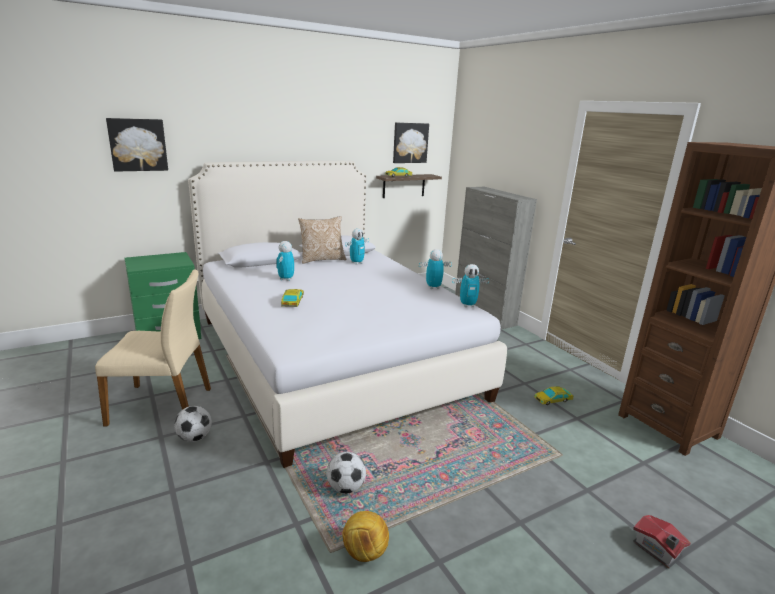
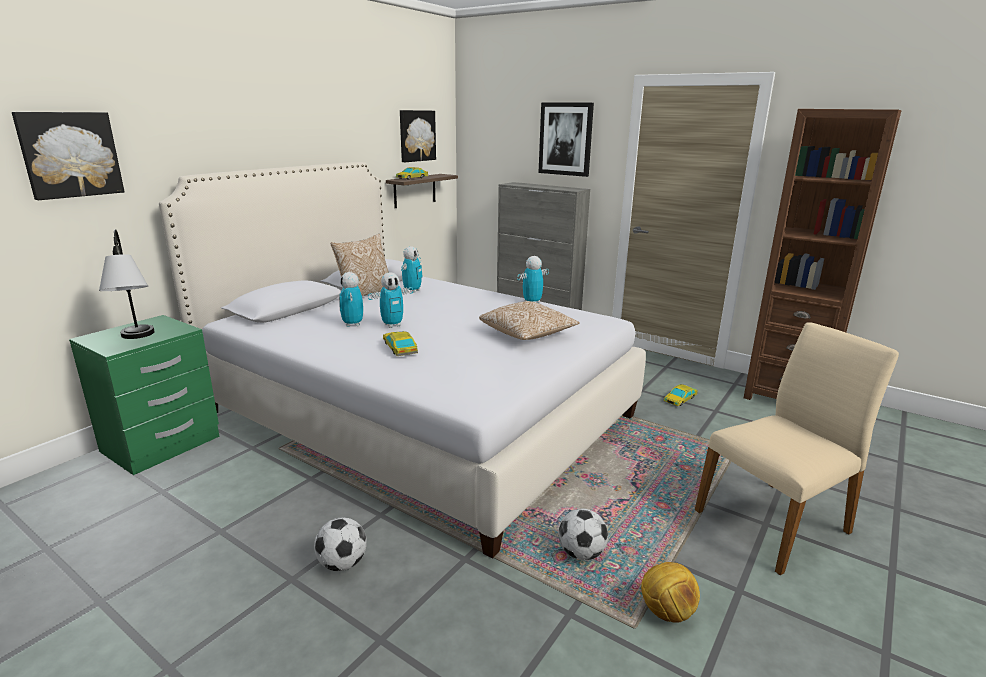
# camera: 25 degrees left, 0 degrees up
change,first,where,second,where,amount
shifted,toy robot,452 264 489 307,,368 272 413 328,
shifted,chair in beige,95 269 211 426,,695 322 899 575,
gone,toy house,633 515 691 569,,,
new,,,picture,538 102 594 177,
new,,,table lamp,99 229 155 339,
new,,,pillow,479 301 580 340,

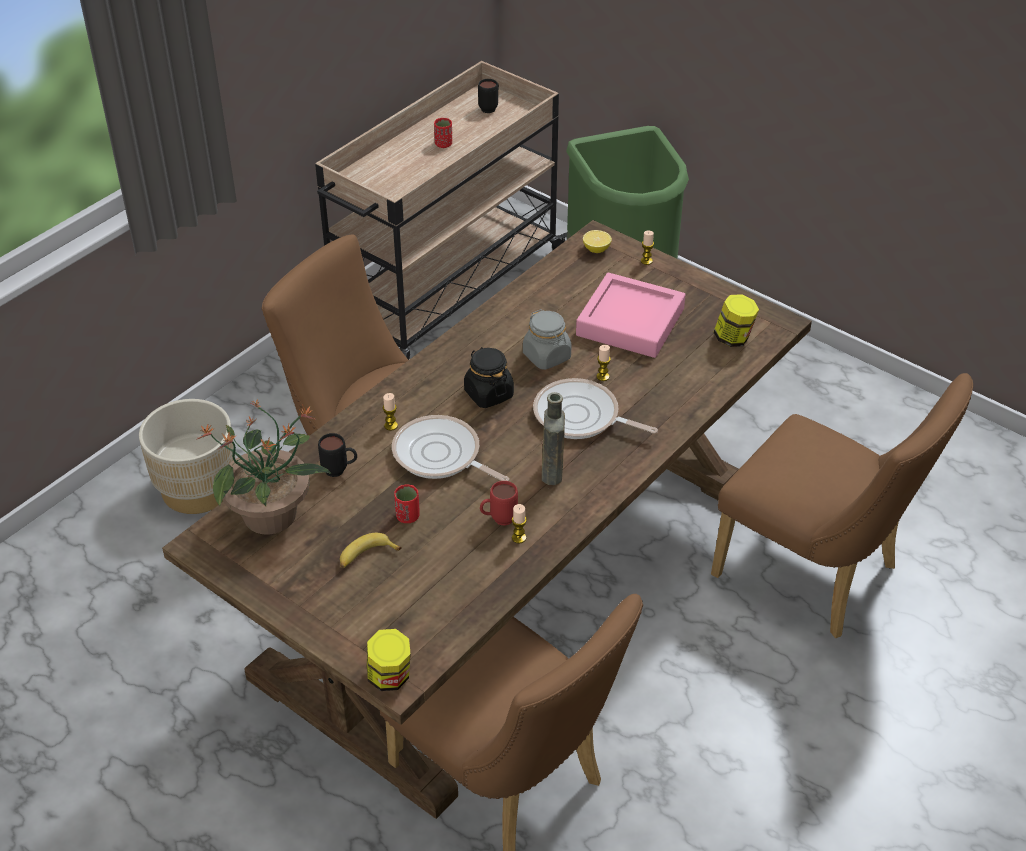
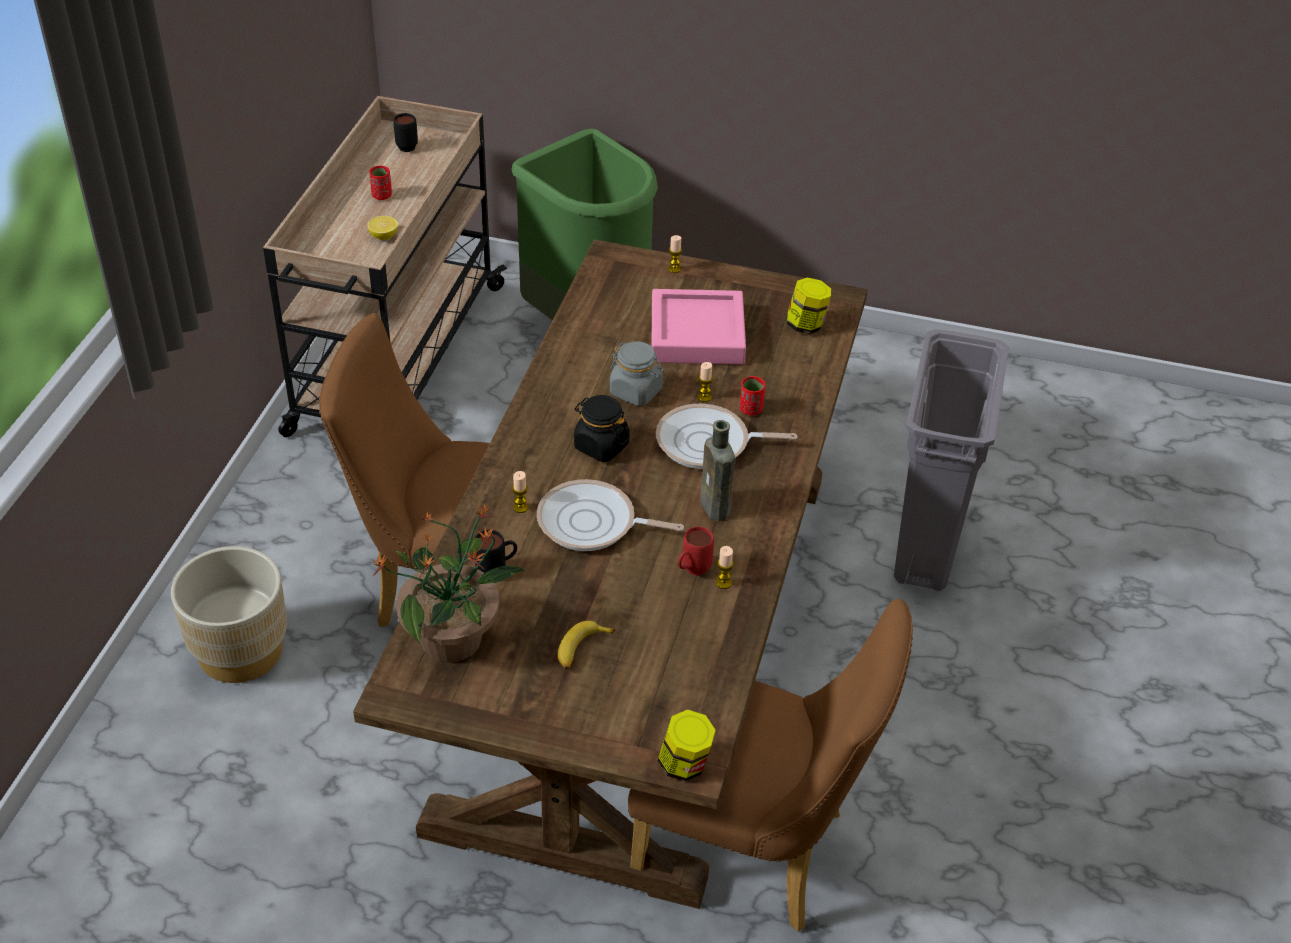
# camera: 25 degrees left, 0 degrees up
change,first,where,second,where,amount
shifted,lemon,583 230 612 253,,367 216 398 240,
swapped,chair in brown,711 373 973 638,trash can in grey,894 329 1009 591,
shifted,cup in red,394 485 420 523,,740 376 765 415,

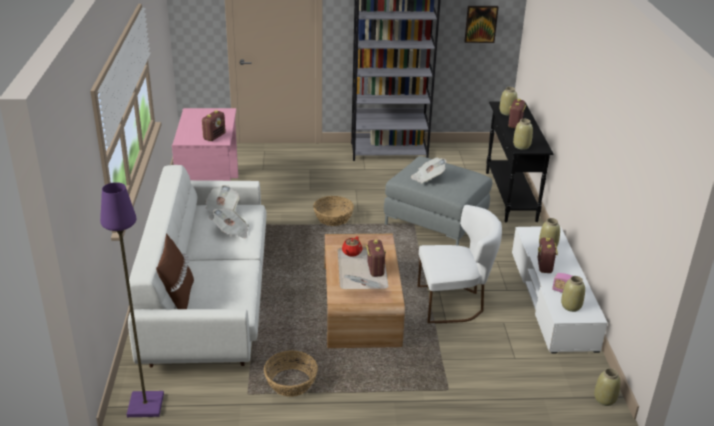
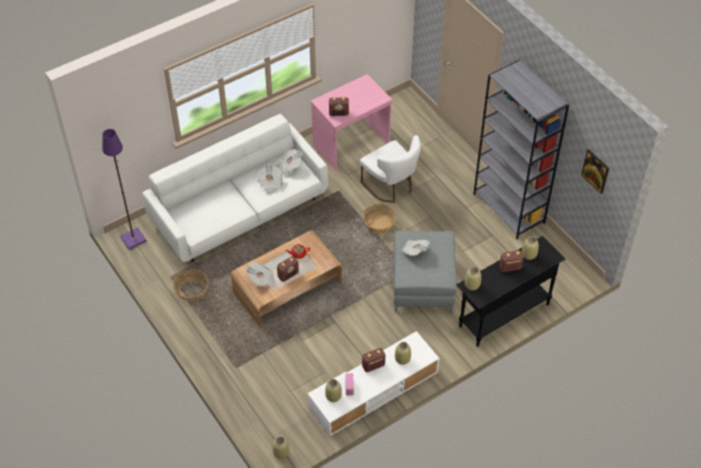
# camera: 60 degrees right, 20 degrees up
change,first,where,second,where,amount
shifted,chair in white,418 205 502 323,,360 135 421 203,
gone,pillow in brown,156 234 194 309,,,

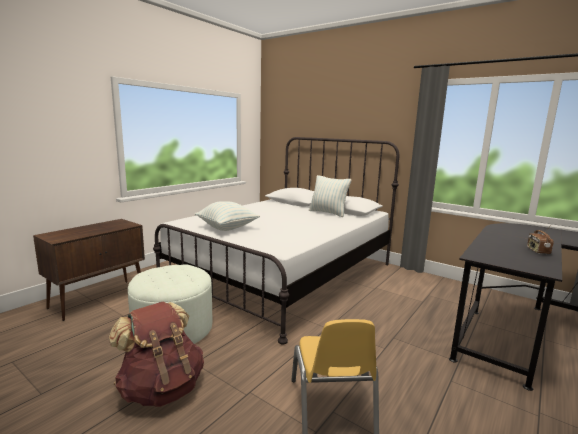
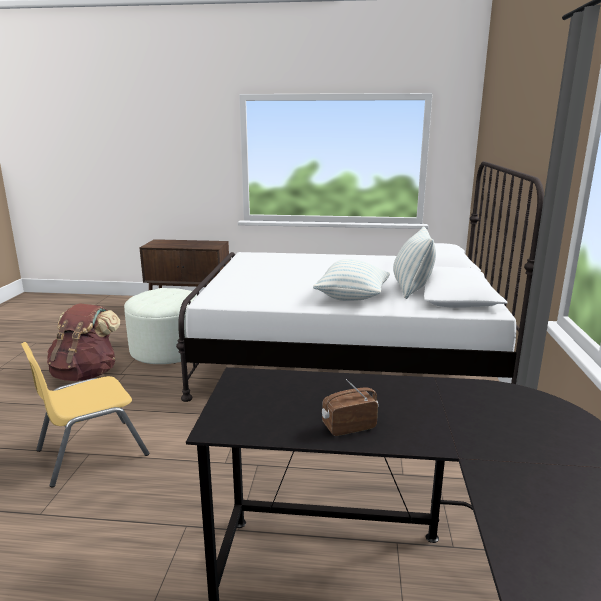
# camera: 60 degrees right, 5 degrees up
change,first,where,second,where,amount
shifted,pillow,194 201 260 231,,313 259 390 301,

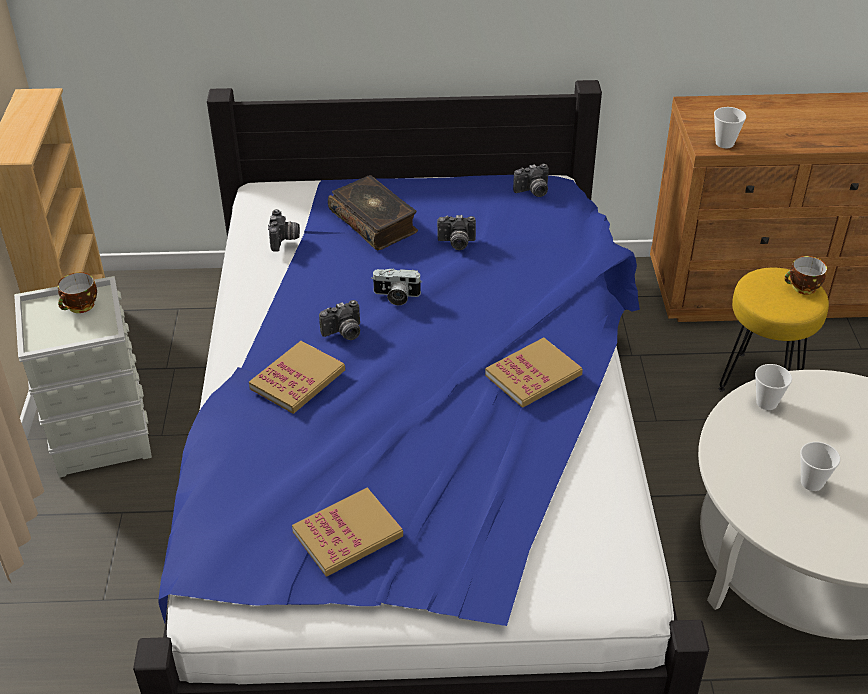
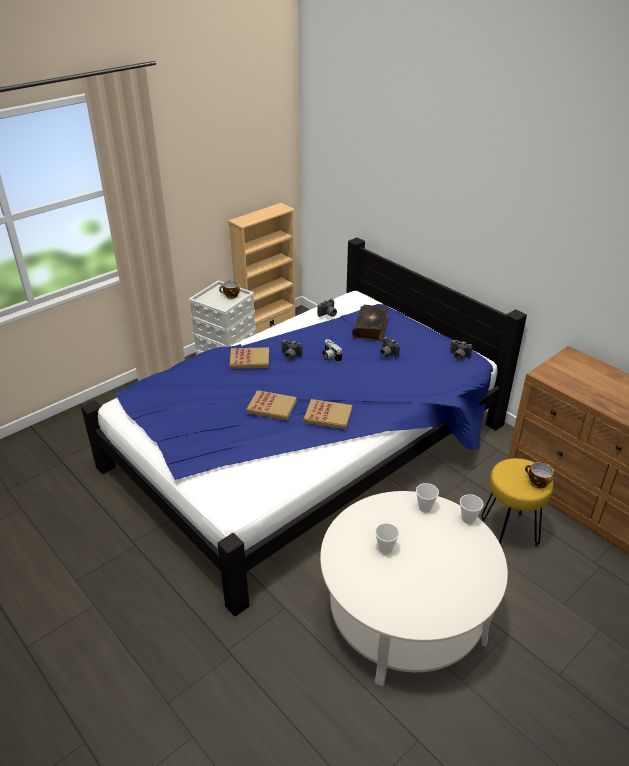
# camera: 50 degrees right, 5 degrees down
change,first,where,second,where,amount
shifted,cup,714 107 746 148,,460 494 484 524,
shifted,book,292 488 403 576,,246 390 297 421,

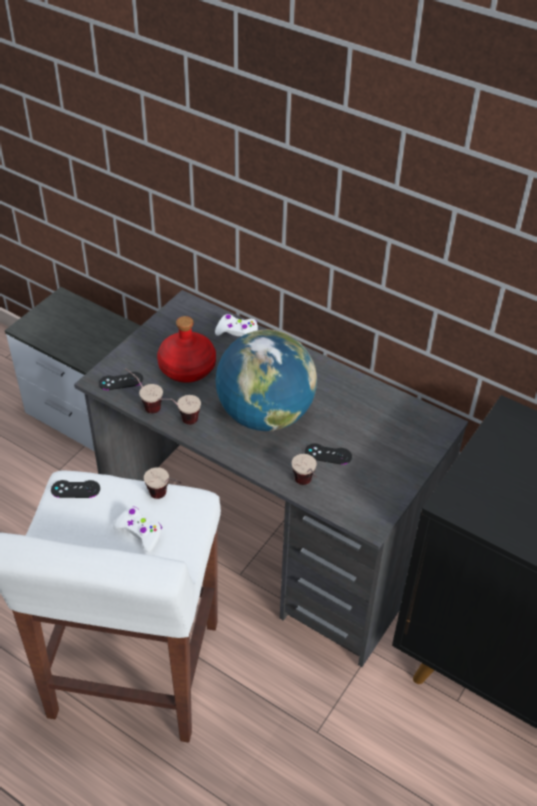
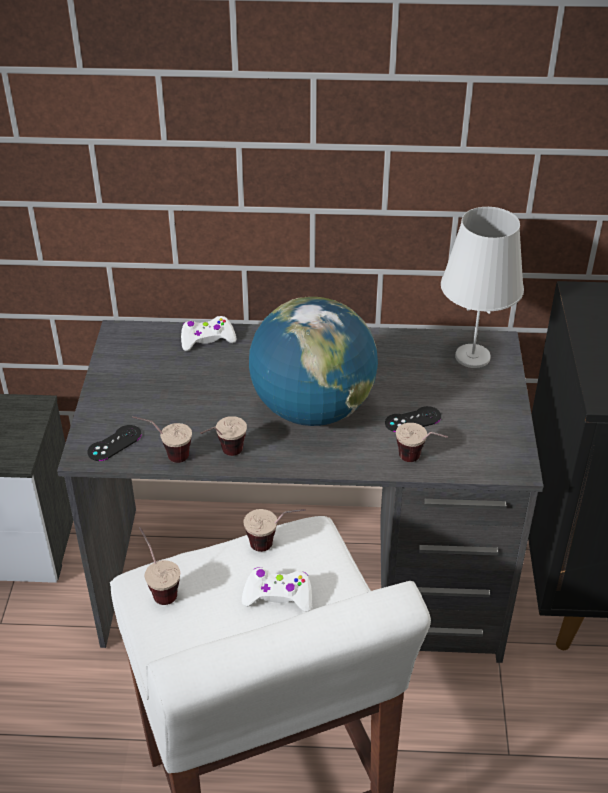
# camera: 30 degrees left, 5 degrees down
change,first,where,second,where,amount
gone,bottle in red,157 316 216 383,,,
swapped,game controller in black,51 480 100 498,cup,139 527 180 605,
new,,,table lamp in white,441 207 524 368,

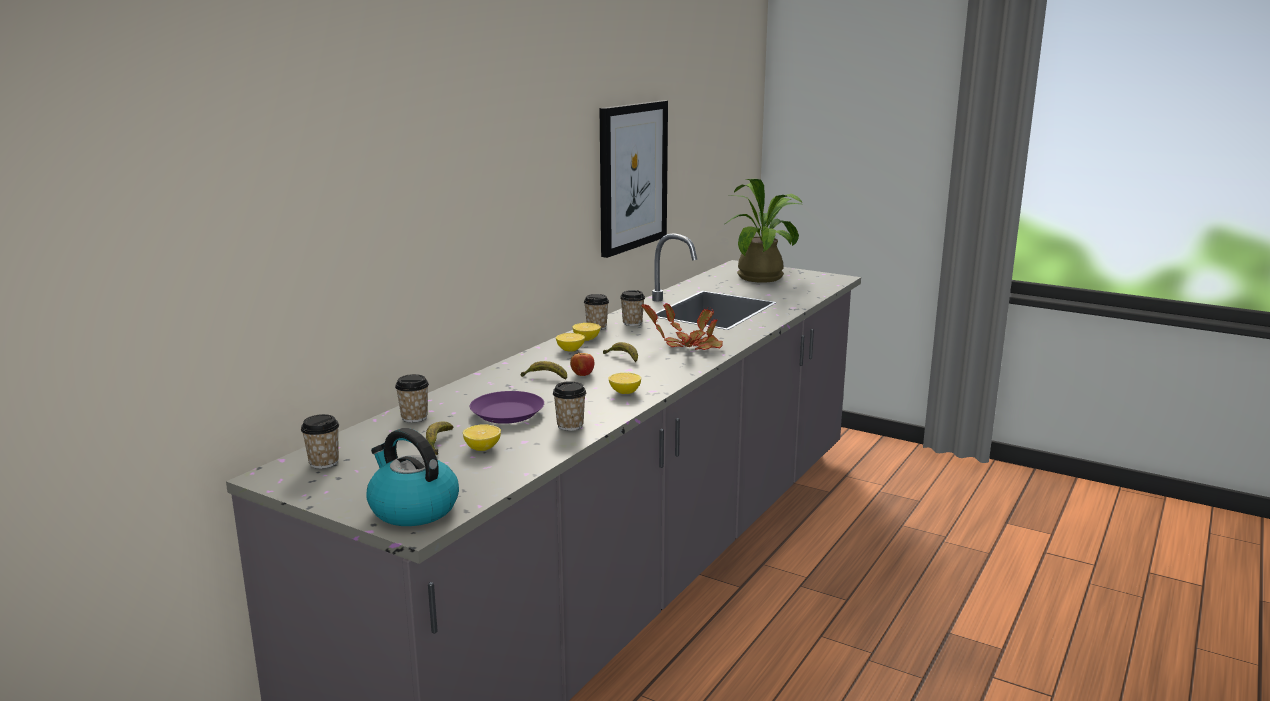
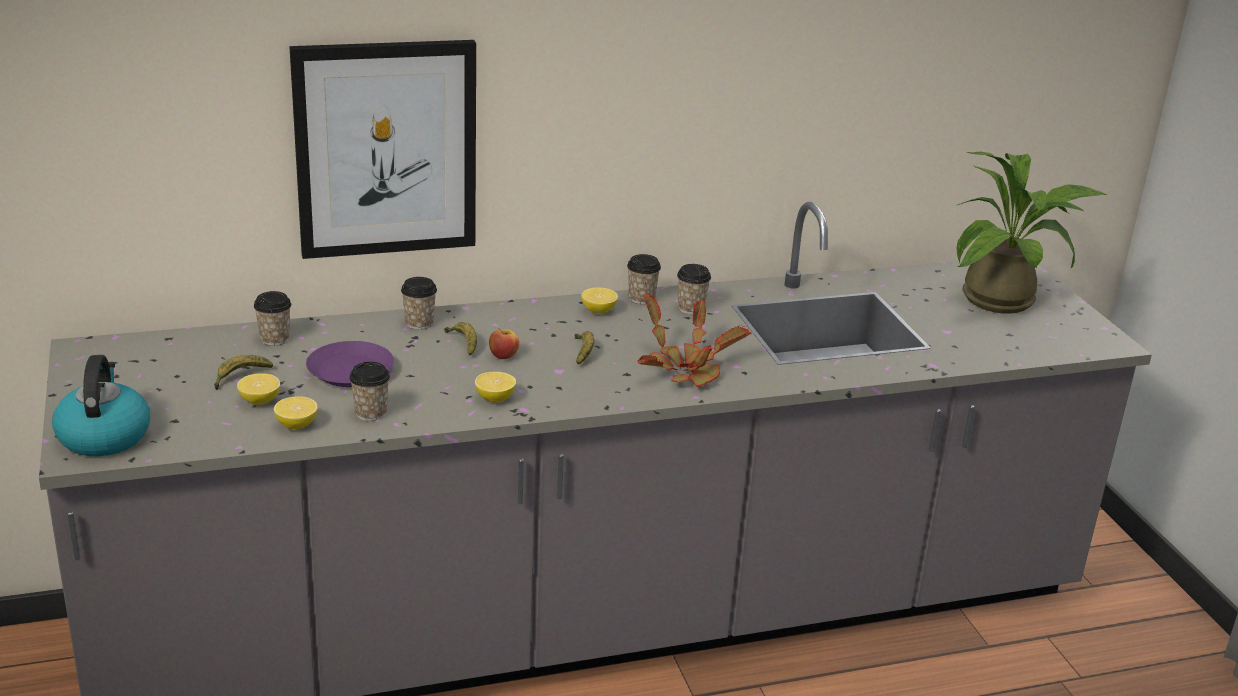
# camera: 40 degrees right, 10 degrees up
change,first,where,second,where,amount
shifted,picture,600 100 668 258,,289 40 476 259,
shifted,lemon,556 333 585 352,,274 397 318 429,
shifted,cup,301 414 339 469,,401 277 437 330,

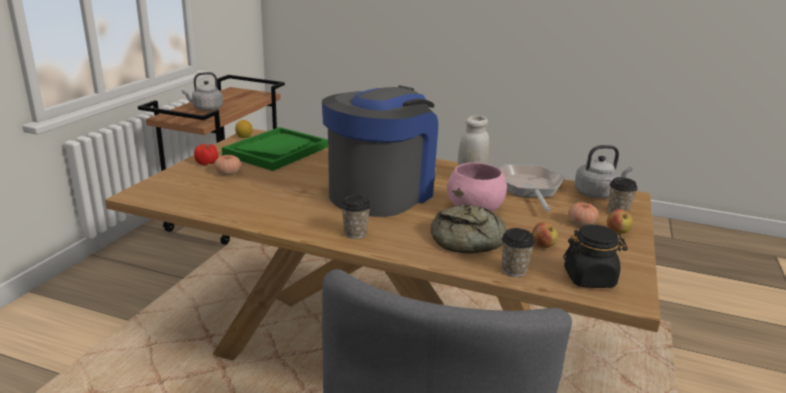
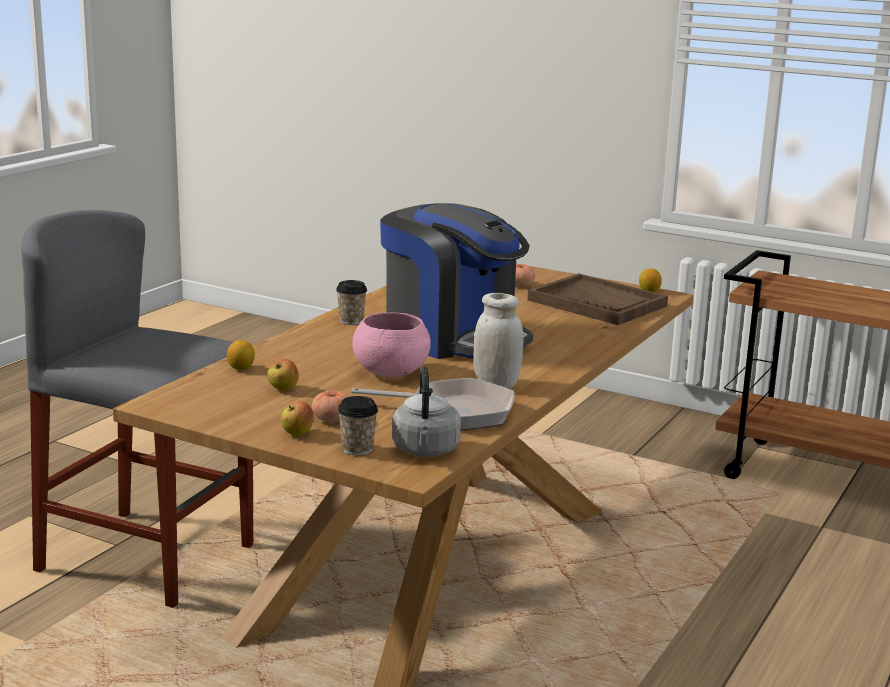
# camera: 100 degrees right, 5 degrees down
change,first,where,second,where,amount
gone,kettle in grey,182 72 223 111,,,
repainted,tray in green,222 127 328 171,tray in brown,528 273 668 325,
gone,tomato,194 144 218 165,,,
gone,bread,431 203 507 253,,,
gone,jar in black,563 225 628 288,,,
swapped,cup,502 228 535 277,lemon,227 340 255 370,

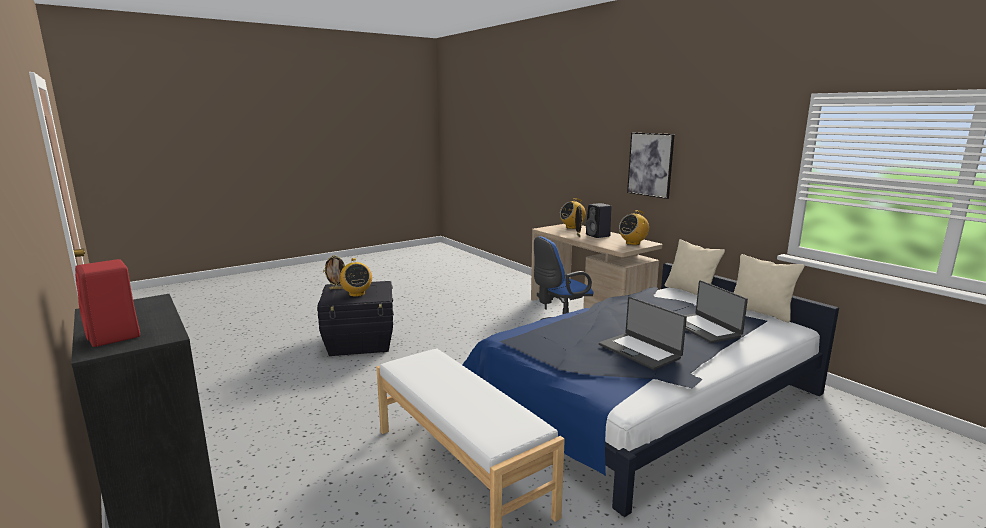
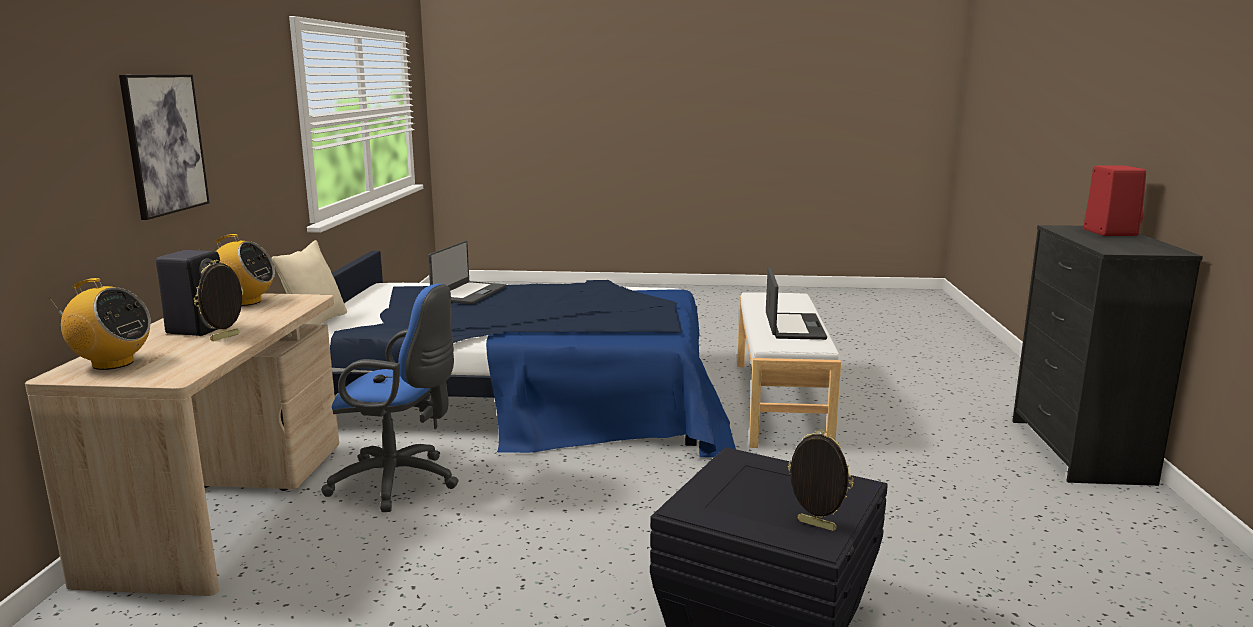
# camera: 140 degrees left, 0 degrees up
change,first,where,second,where,amount
gone,pillow in beige,734 254 805 322,,,
gone,radio,339 258 372 297,,,
shifted,laptop,599 297 687 370,,766 267 827 340,

